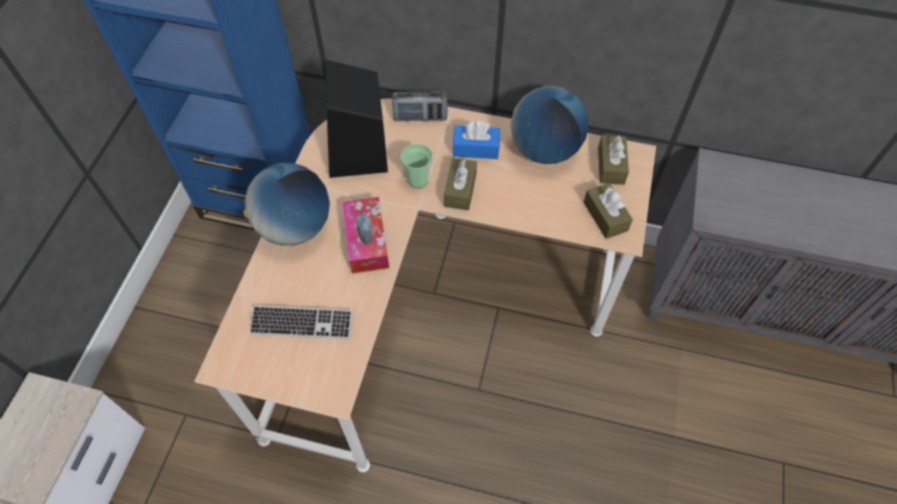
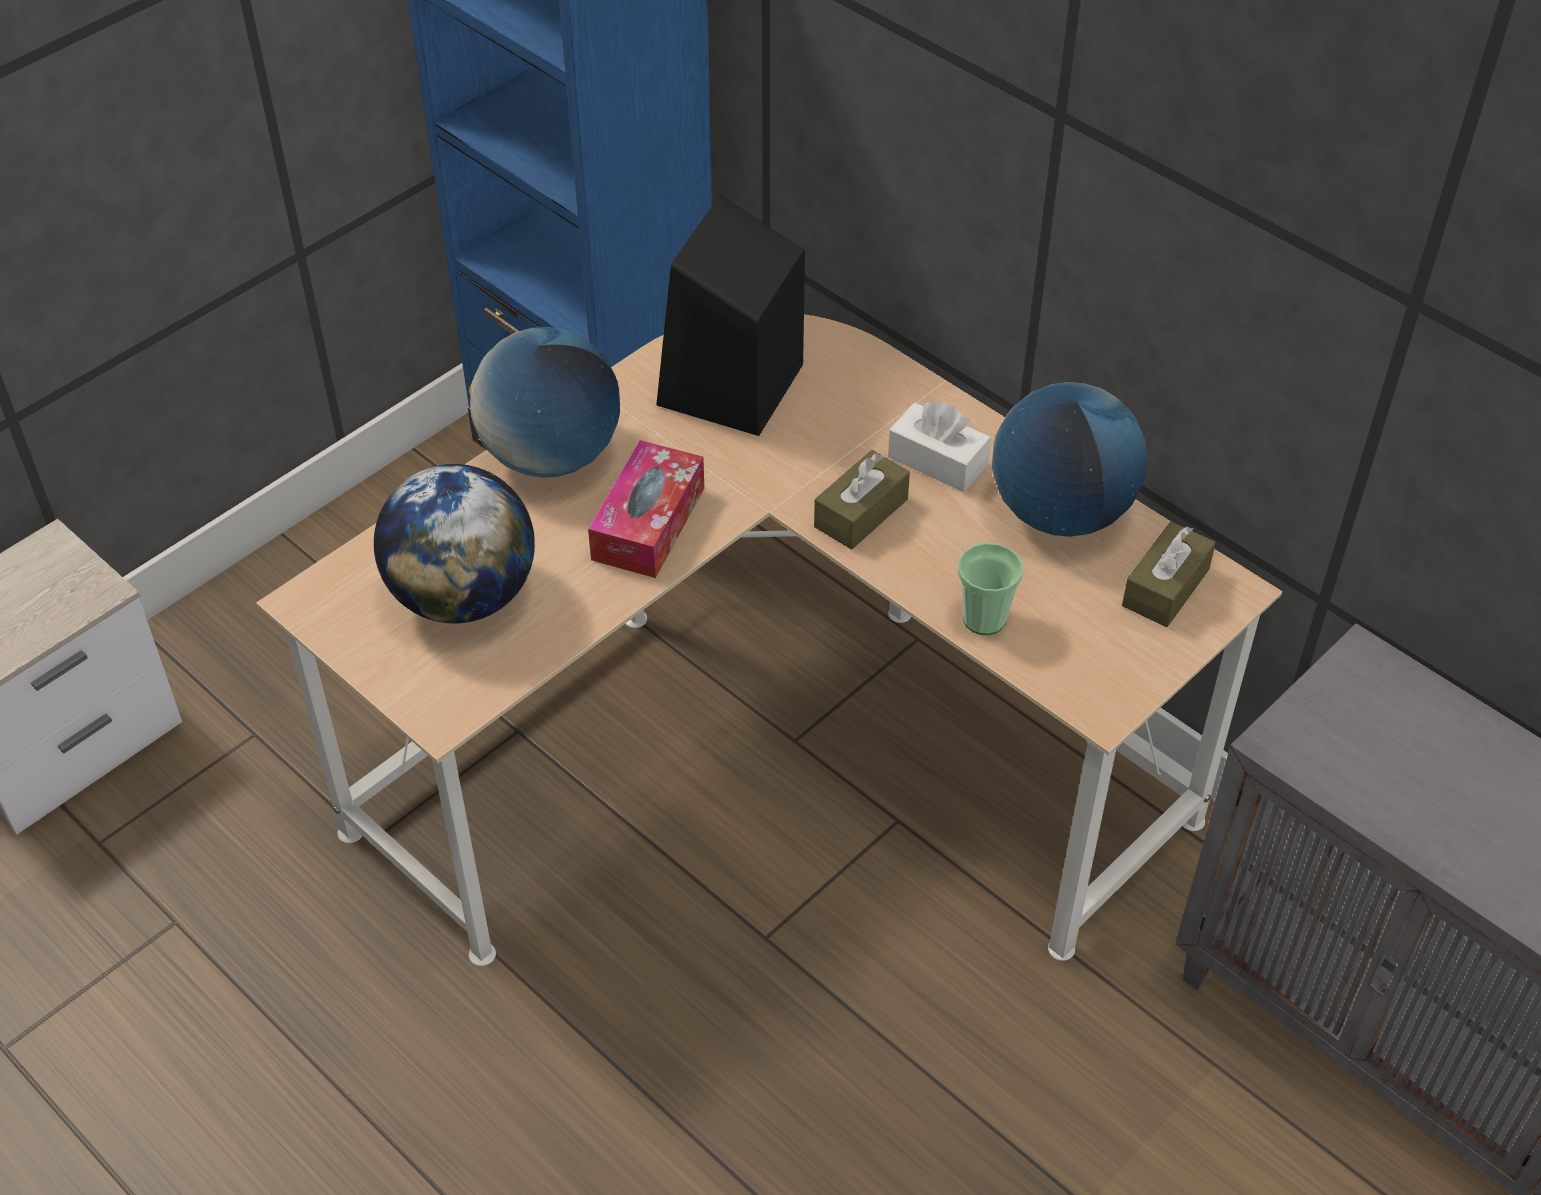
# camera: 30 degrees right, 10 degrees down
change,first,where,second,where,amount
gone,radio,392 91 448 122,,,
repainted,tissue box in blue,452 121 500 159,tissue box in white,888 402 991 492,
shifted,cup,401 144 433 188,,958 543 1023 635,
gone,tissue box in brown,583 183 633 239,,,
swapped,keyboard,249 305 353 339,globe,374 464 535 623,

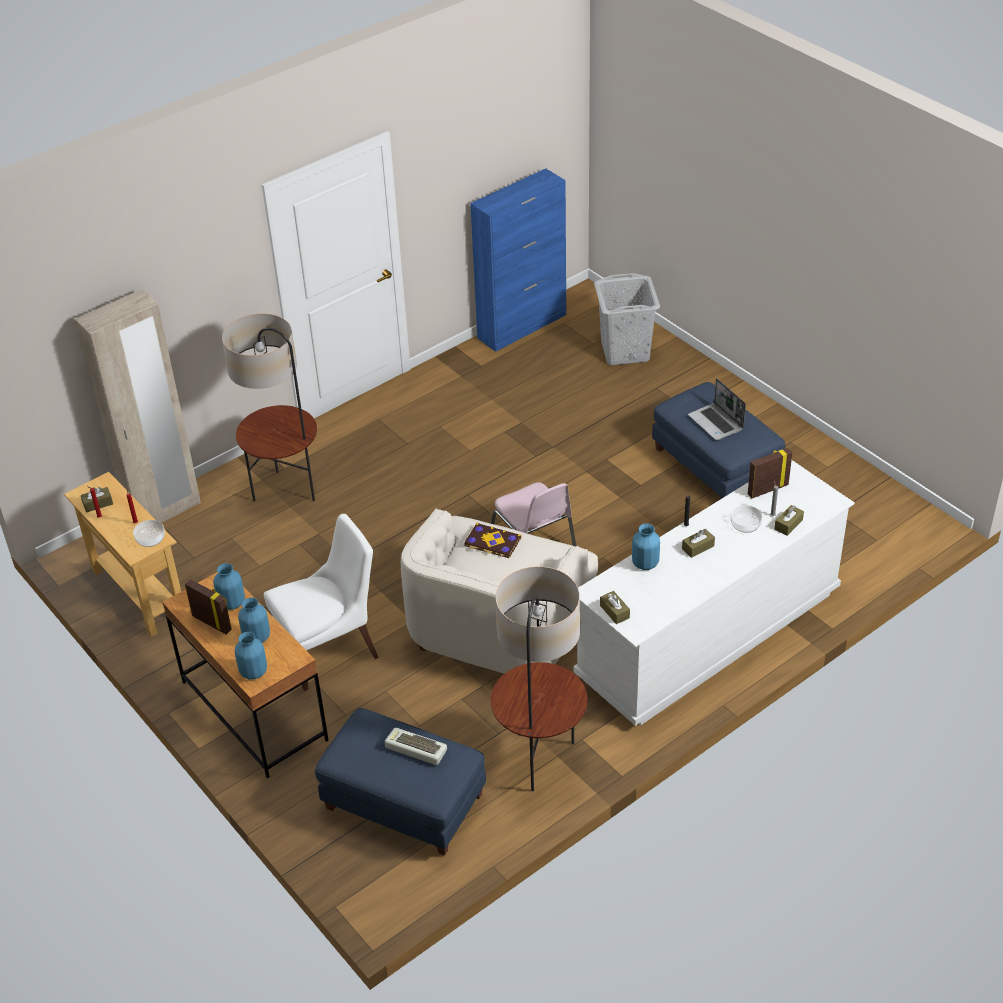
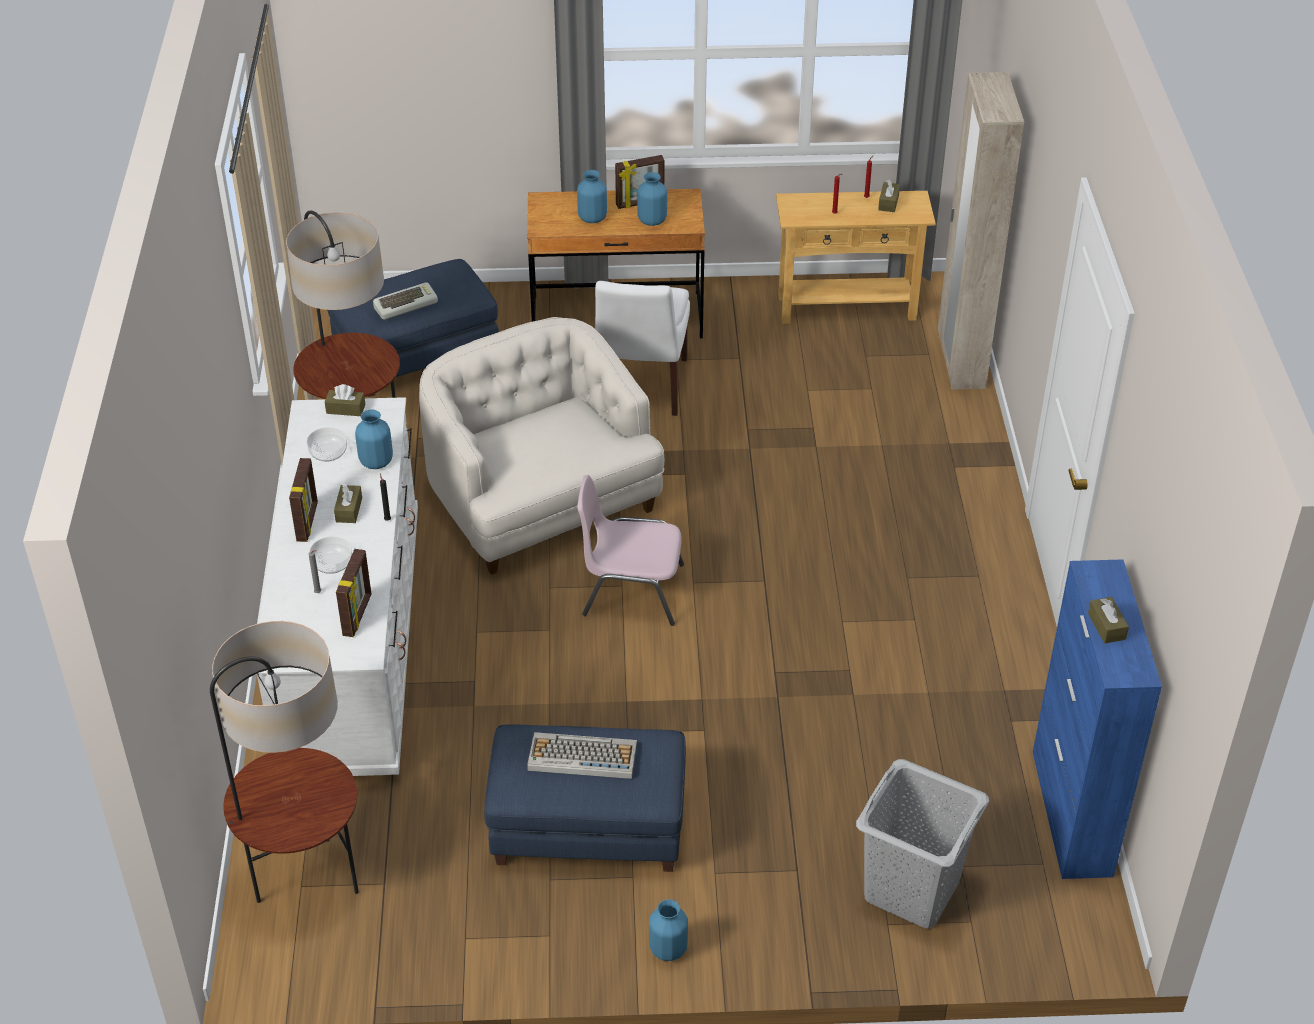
# camera: 125 degrees right, 0 degrees up
change,first,where,second,where,amount
shifted,floor lamp,222 314 317 501,,210 621 359 903,
swapped,laptop,688 378 746 441,keyboard,527 732 637 779,
shifted,tissue box in brown,774 505 804 536,,1088 597 1129 643,
shifted,bowl,133 520 165 547,,307 427 347 462,
gone,book,464 523 521 558,,,
shifted,vase in blue,235 632 267 679,,649 899 688 961,
new,,,picture frame,289 458 318 542,

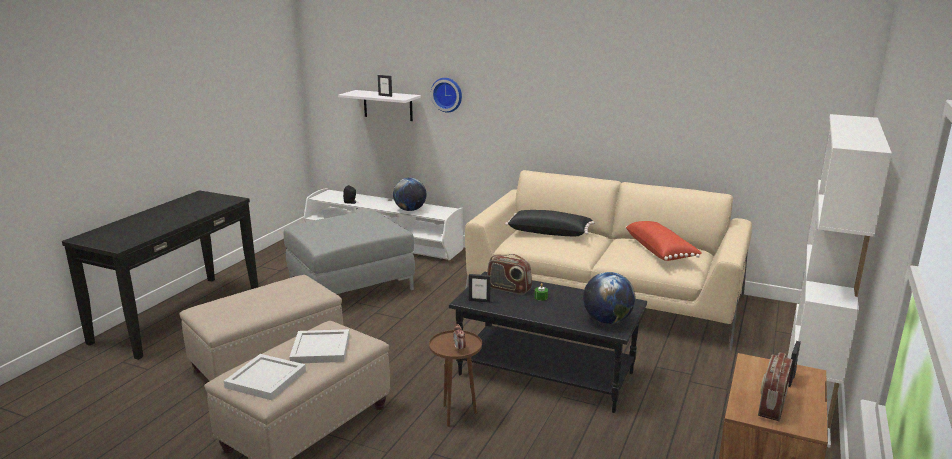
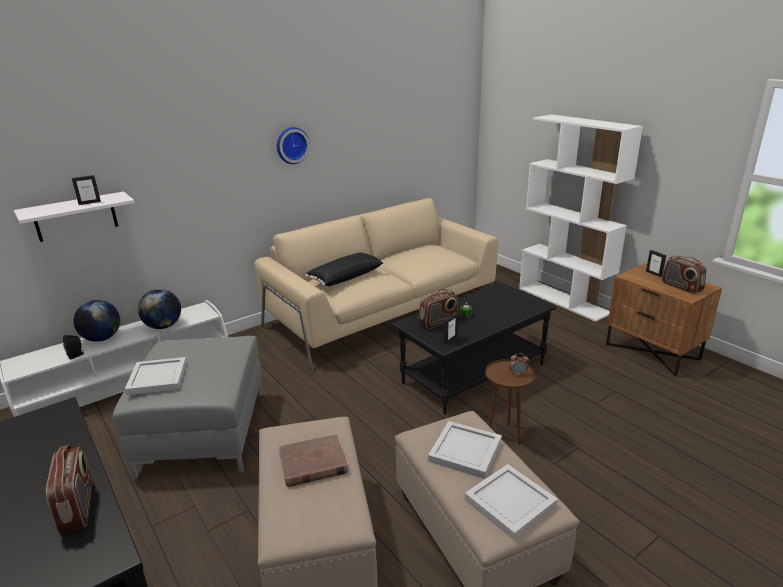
# camera: 60 degrees left, 5 degrees up
change,first,where,second,where,amount
shifted,wall clock,431 78 462 113,,277 127 310 164,
gone,pillow in red,625 221 702 261,,,
shifted,globe,583 272 635 324,,74 300 120 342,
new,,,tray in white,125 357 187 395,
new,,,book in brown,279 434 348 487,
new,,,radio,46 445 92 535,

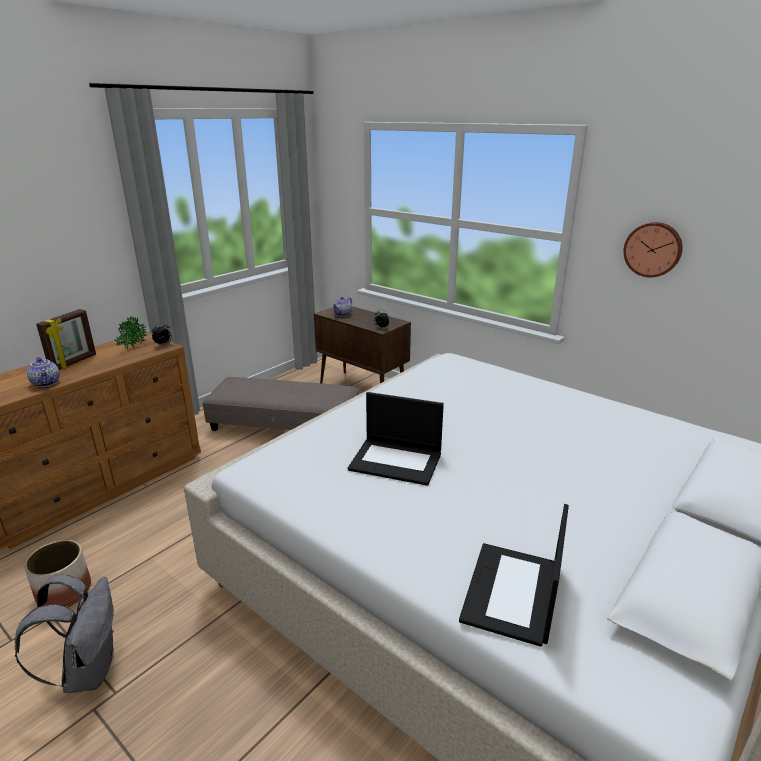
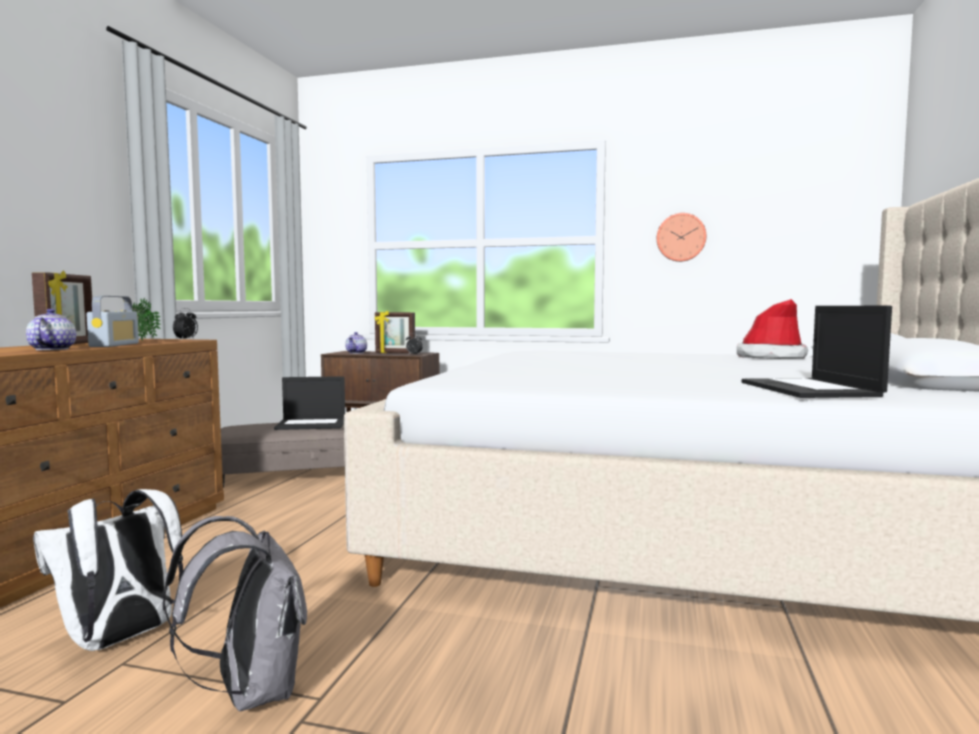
# camera: 25 degrees left, 20 degrees down
change,first,where,second,where,amount
rotated,teapot,27 357 60 387,,26 309 76 350,135 degrees counterclockwise
shifted,laptop,348 392 444 486,,274 376 345 430,
swapped,planter,24 540 91 607,backpack in white,33 489 183 651,
new,,,radio,86 296 139 347,
new,,,hat,737 299 808 359,
new,,,picture frame,375 311 415 353,

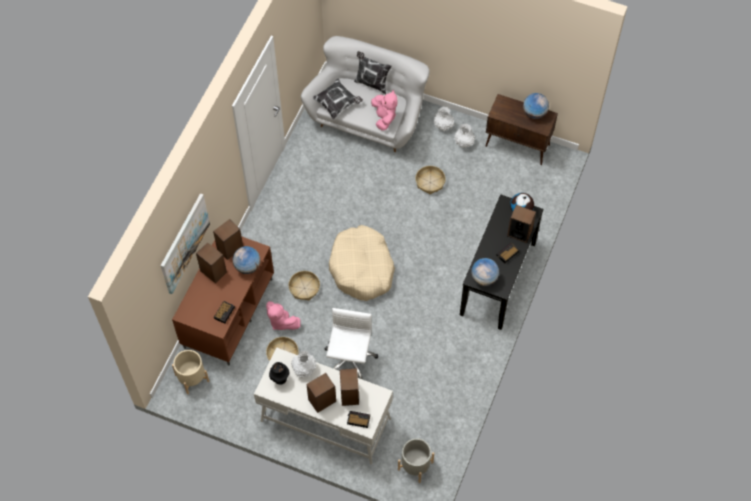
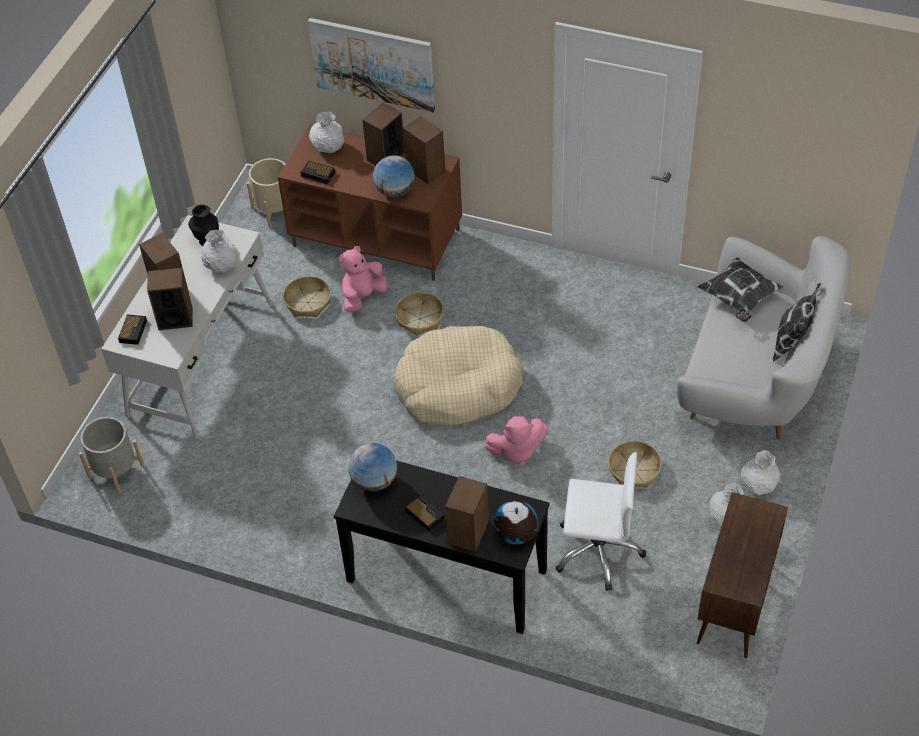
# camera: 90 degrees right, 10 degrees down
change,first,where,second,where,amount
shifted,plush toy in pink,371 90 397 130,,485 416 548 465,
gone,globe,523 93 549 119,,,
shifted,office chair in white,325 308 378 380,,555 452 646 591,
new,,,vase in white,309 112 345 153,

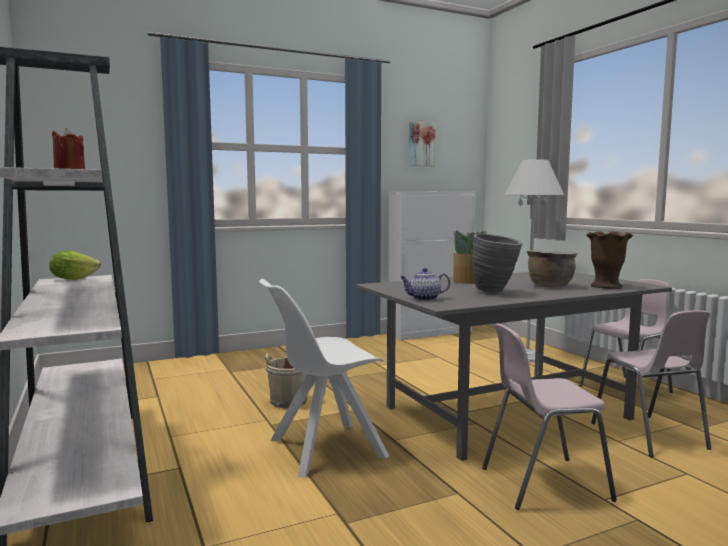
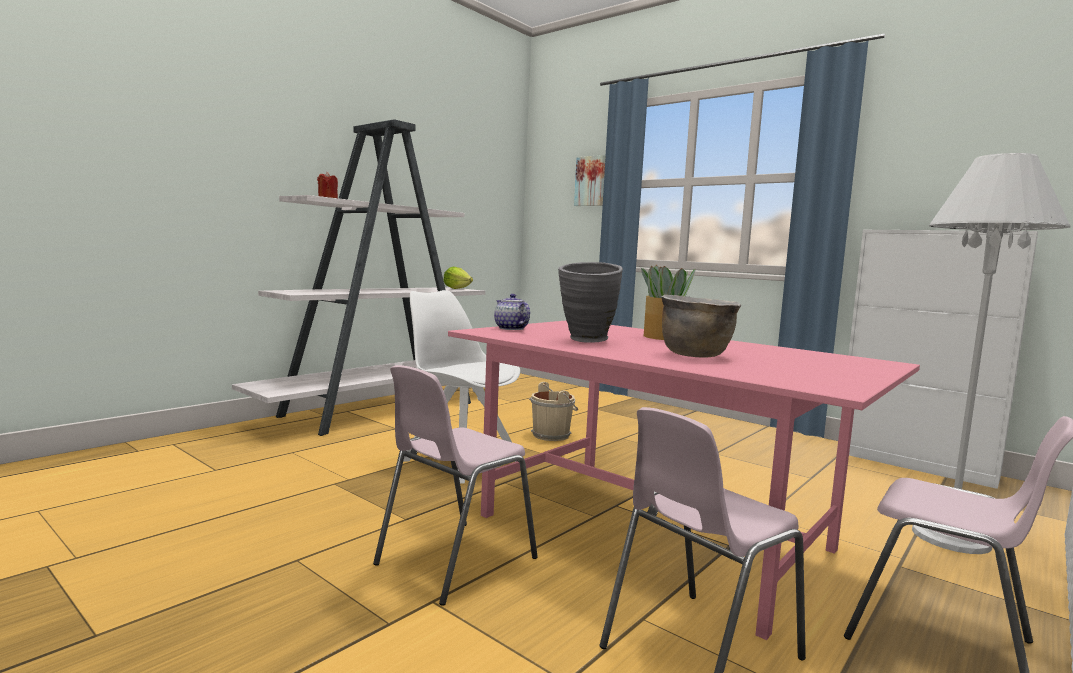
# camera: 65 degrees right, 0 degrees up
change,first,where,second,where,amount
shifted,picture,409 121 435 166,,574 155 605 206,
gone,vase in brown,586 231 634 289,,,
repainted,dining table in grey,356 272 672 461,dining table in pink,448 321 920 640,
rotated,chair in pink,482 324 617 510,,373 365 538 606,105 degrees counterclockwise

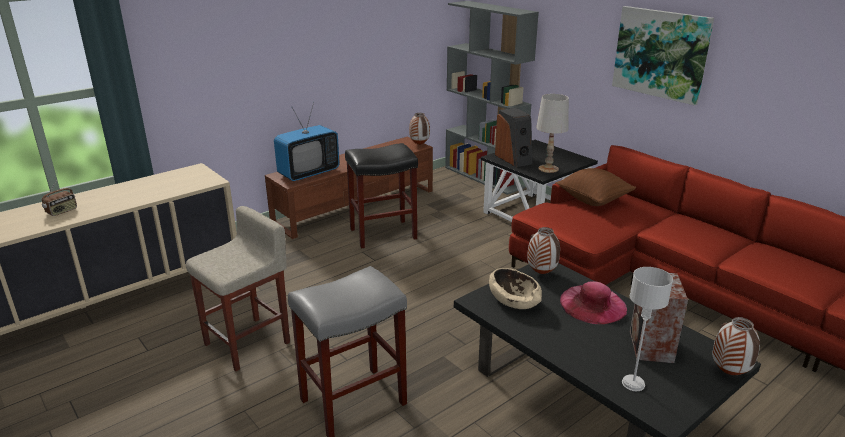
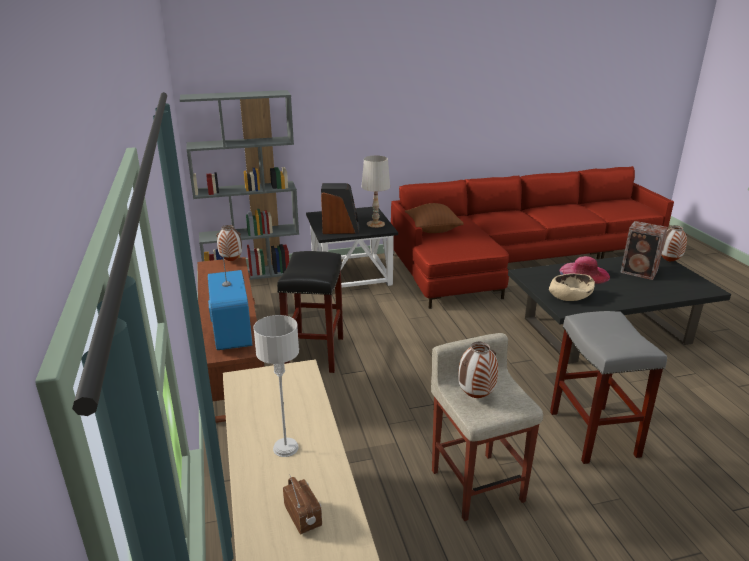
# camera: 65 degrees left, 0 degrees up
change,first,where,second,where,amount
gone,picture,612 6 714 105,,,
shifted,vase,527 227 560 274,,458 342 498 398,
shifted,table lamp in grey,622 267 673 391,,253 315 299 457,

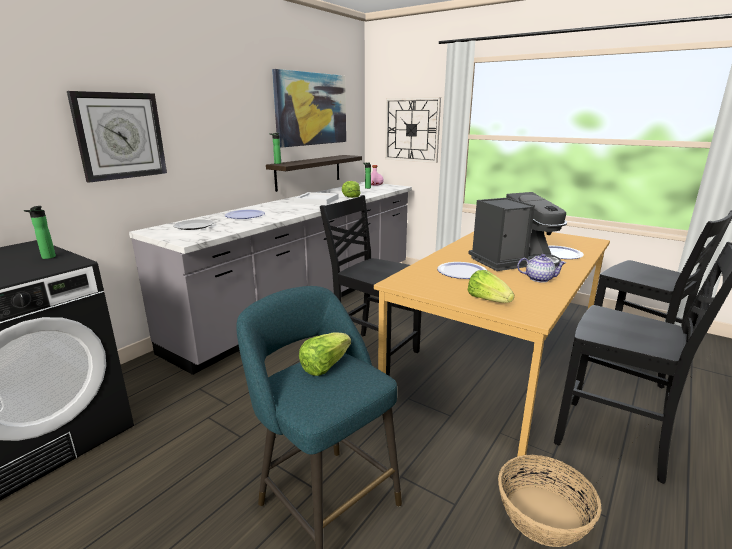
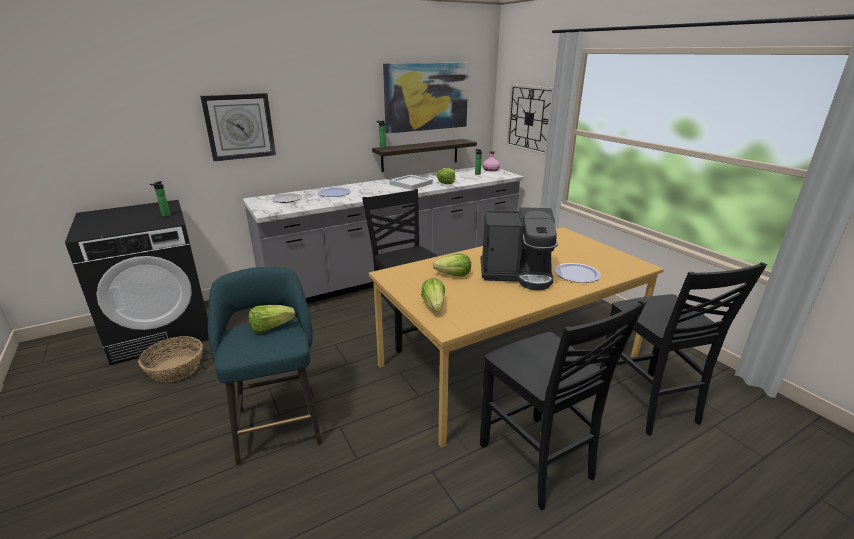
# camera: 25 degrees right, 5 degrees up
change,first,where,second,where,amount
gone,teapot,517 254 566 283,,,
swapped,plate,437 262 488 279,lettuce,433 253 471 276,
shifted,basket,498 455 601 547,,138 336 203 383,

